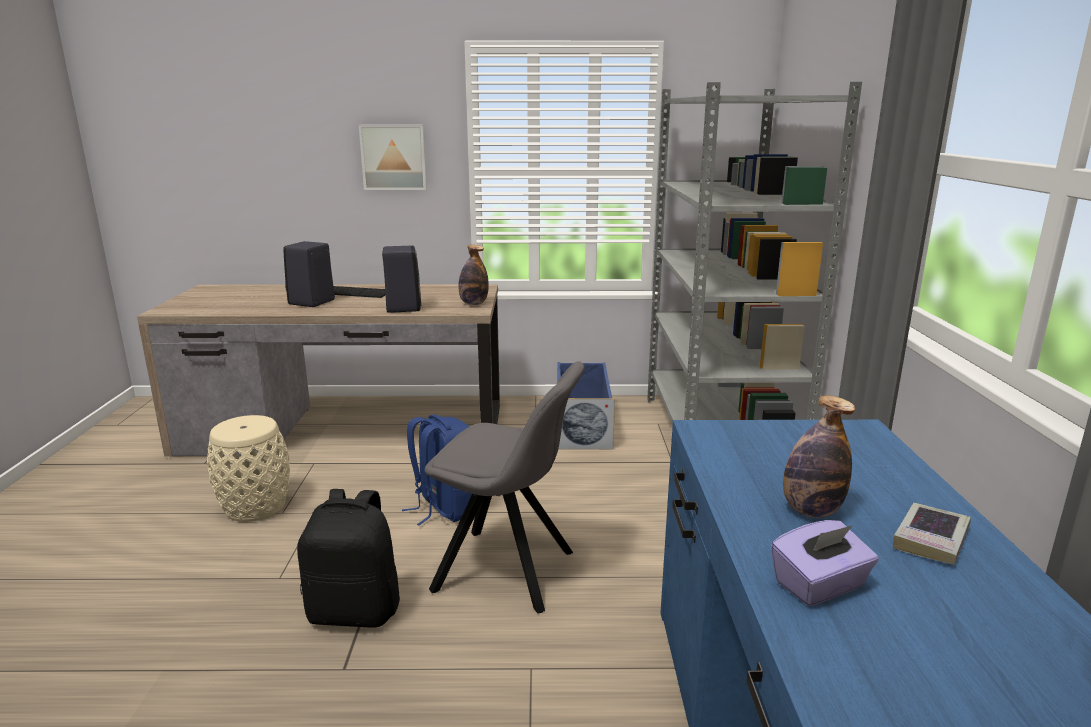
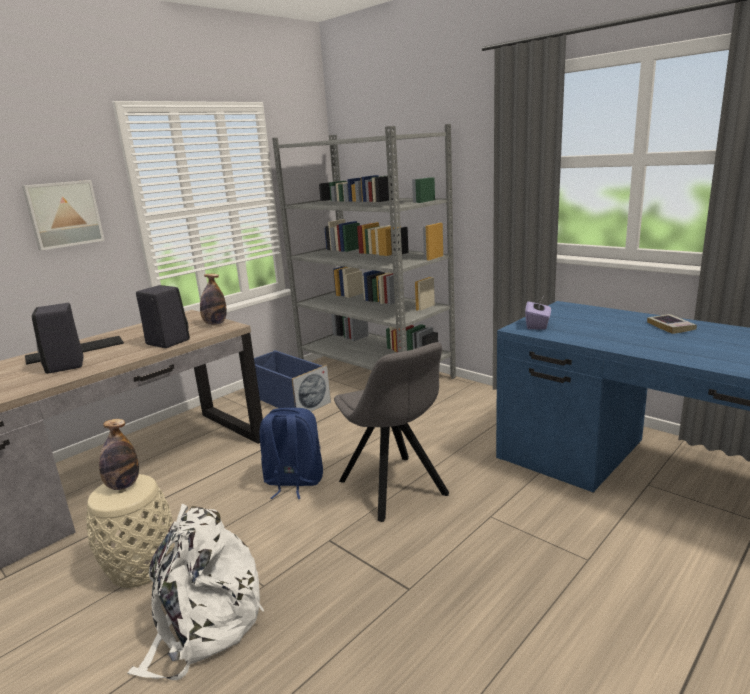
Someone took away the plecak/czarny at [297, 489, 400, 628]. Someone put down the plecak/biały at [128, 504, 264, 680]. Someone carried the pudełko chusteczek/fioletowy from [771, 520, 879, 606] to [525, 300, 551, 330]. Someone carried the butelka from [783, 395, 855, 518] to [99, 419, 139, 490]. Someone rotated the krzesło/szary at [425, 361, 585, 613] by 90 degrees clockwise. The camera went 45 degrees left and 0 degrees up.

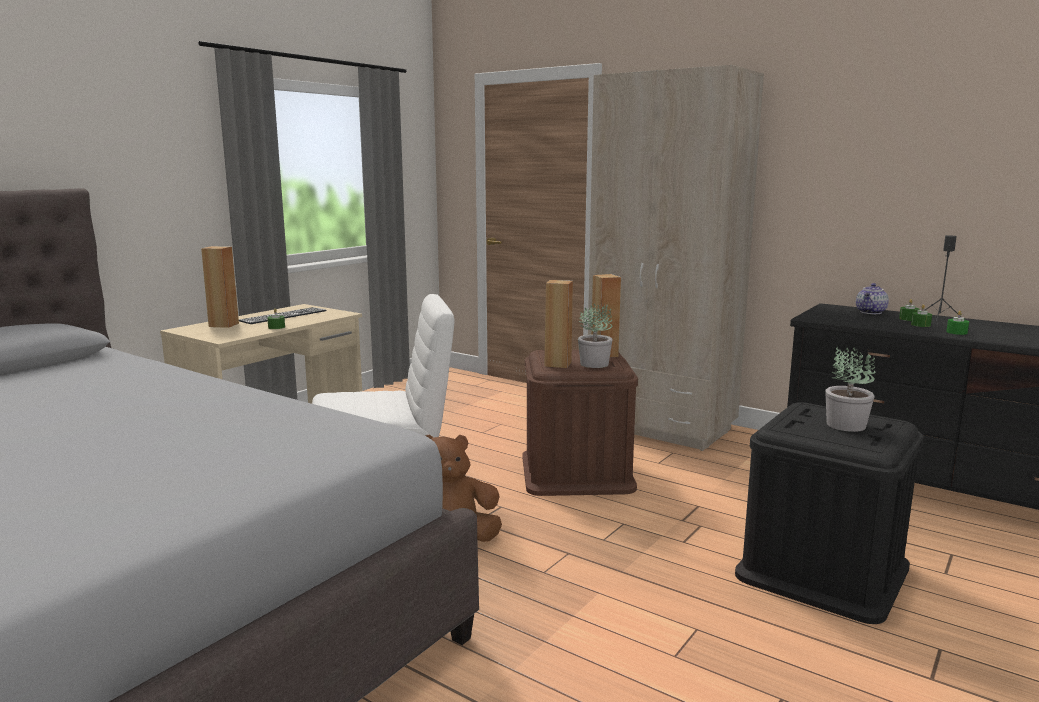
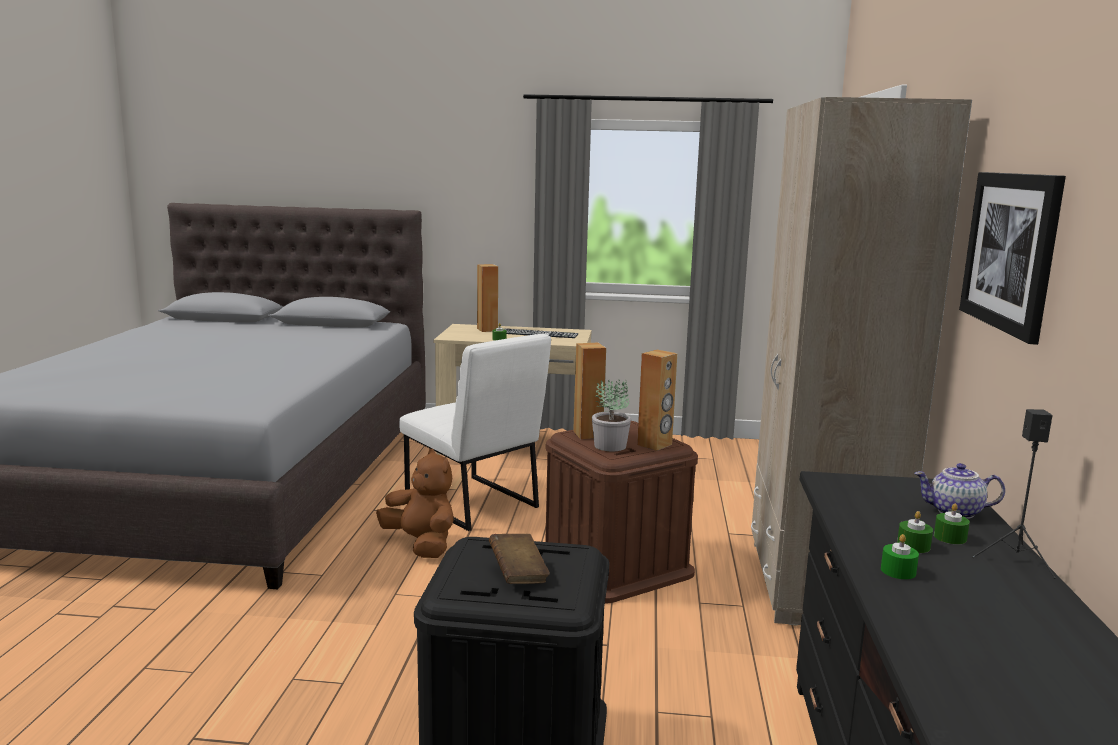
Someone put up the obraz at [959, 172, 1066, 345]. Someone swapped the roślina doniczkowa at [825, 348, 875, 432] for the książka/brązowy at [489, 534, 550, 584]. The camera went 60 degrees right and 0 degrees up.

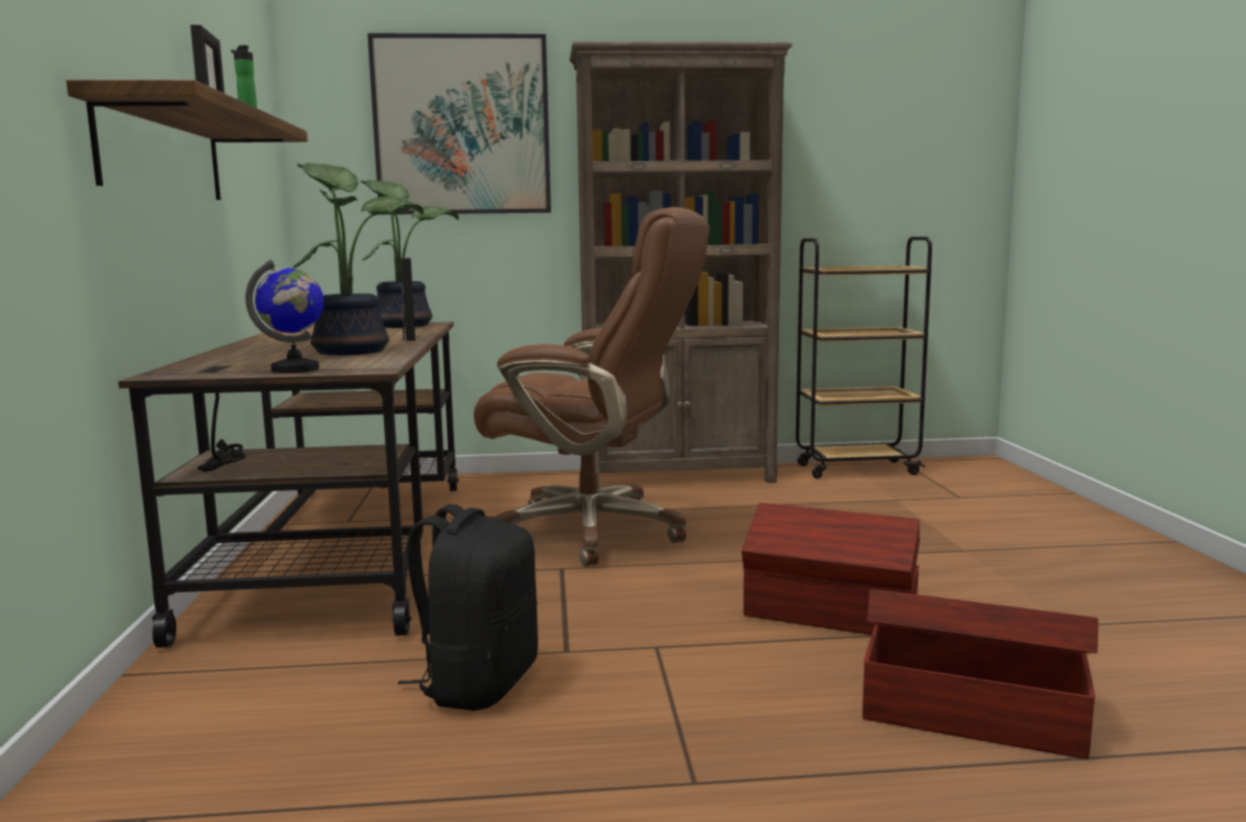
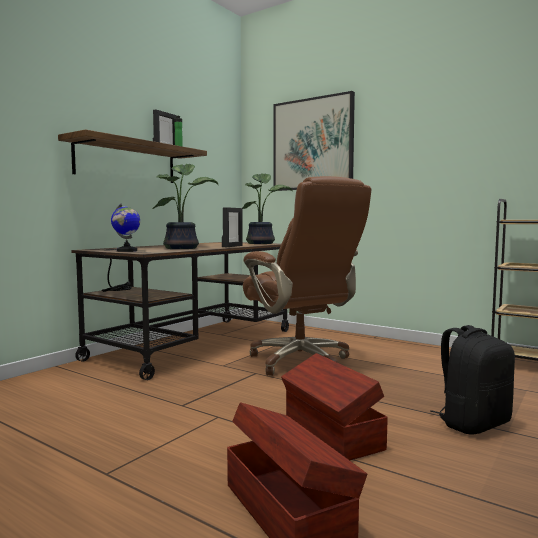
Someone took away the regał/brązowy at [570, 41, 792, 487]. Someone carried the plecak/czarny from [398, 504, 538, 711] to [430, 325, 515, 435]. The camera went 40 degrees right and 5 degrees down.

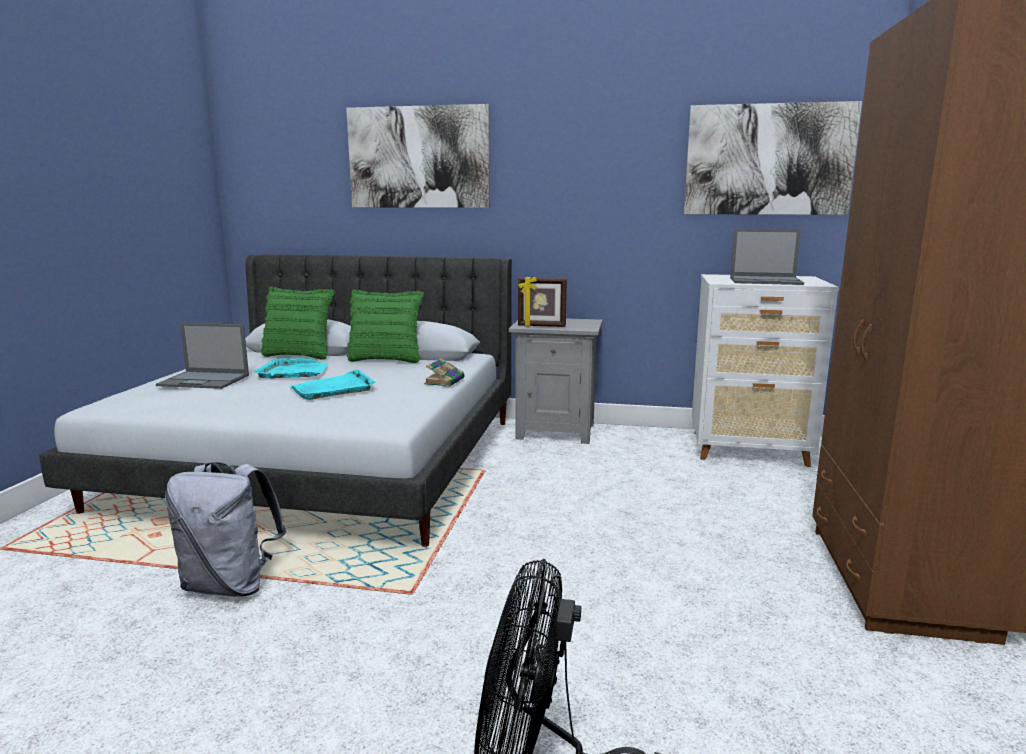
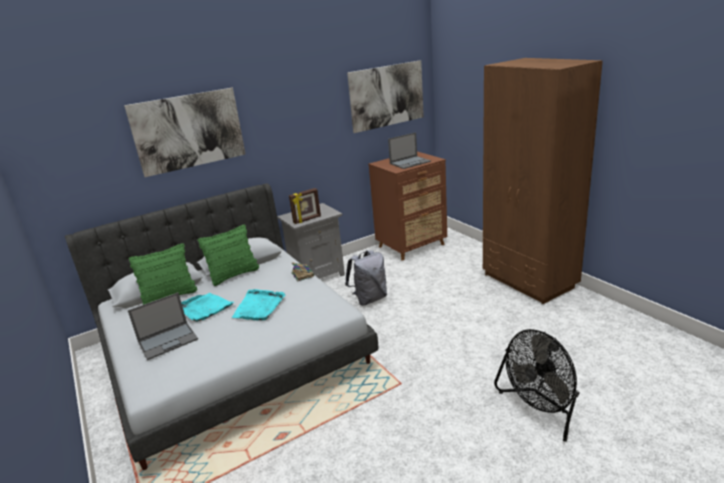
Someone carried the plecak/szary from [165, 462, 286, 596] to [345, 250, 387, 306]. Someone repainted the komoda/biały at [692, 274, 839, 467], which became the komoda/brązowy at [368, 151, 447, 261]. The camera went 40 degrees left and 10 degrees up.

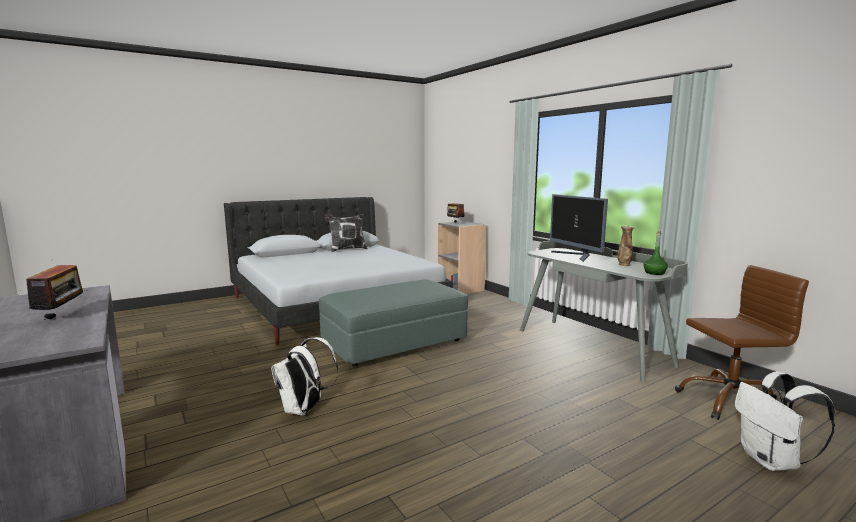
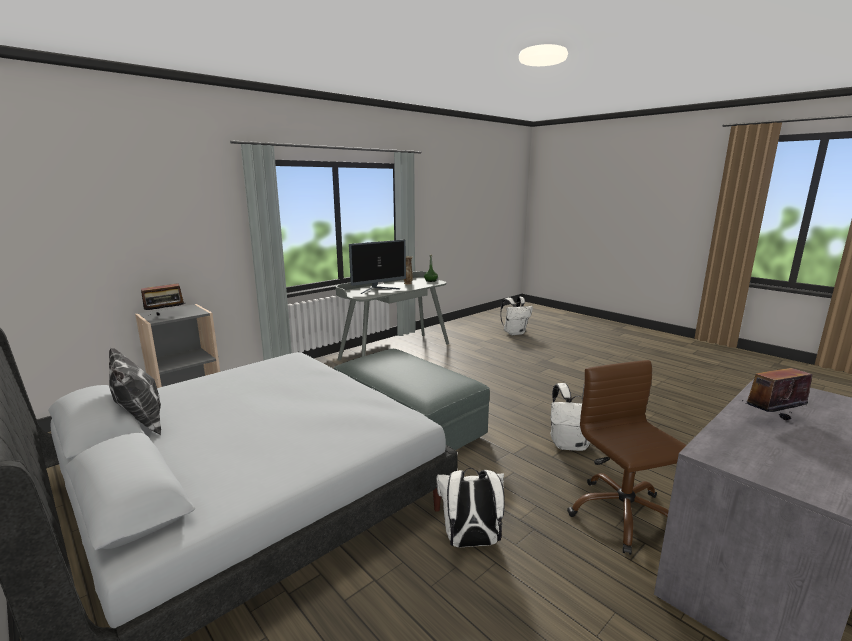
Someone put down the plecak/biały at [436, 468, 505, 547]. Someone carried the krzesło biurowe/brązowy from [675, 265, 809, 420] to [567, 360, 687, 555]. The camera went 100 degrees left and 5 degrees up.

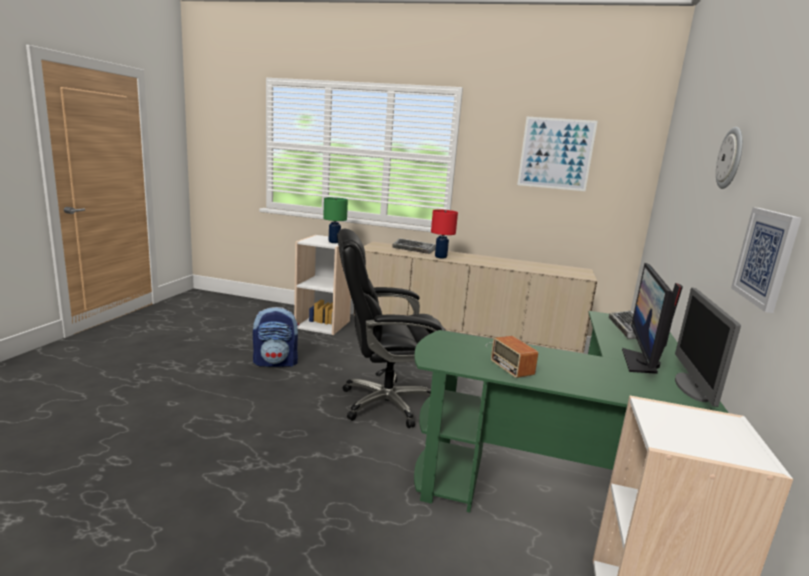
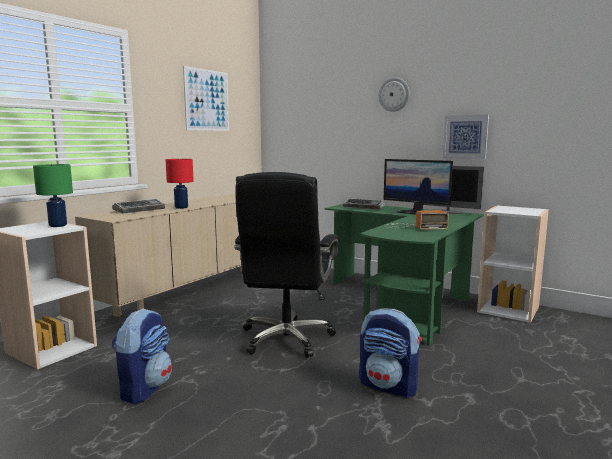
Someone put down the plecak at [359, 308, 422, 398]. The camera went 70 degrees left and 5 degrees down.

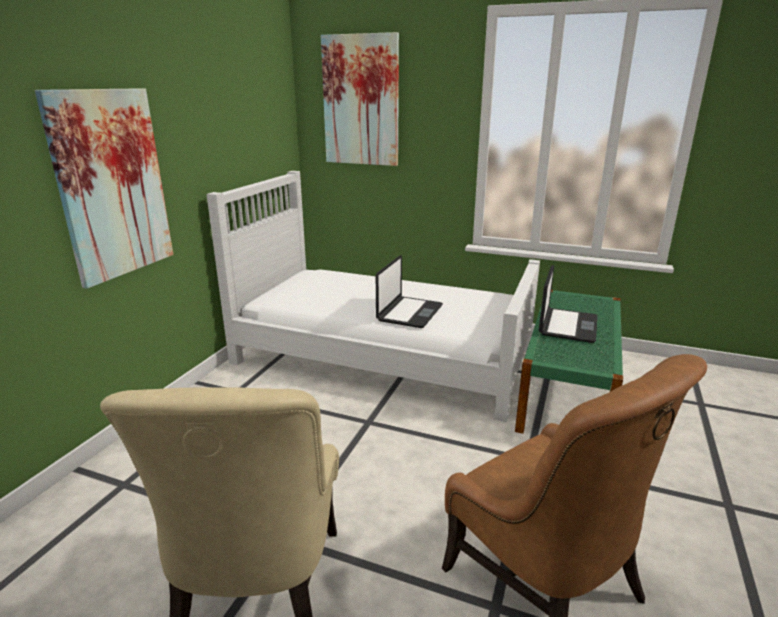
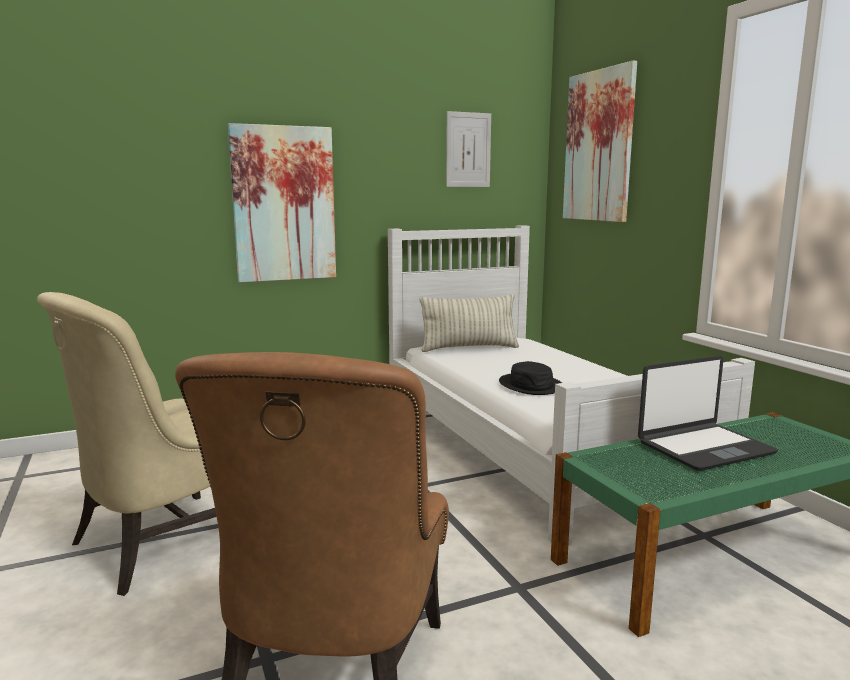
Someone put down the poduszka at [419, 294, 519, 352]. Someone put up the obraz at [446, 111, 491, 187]. Someone swapped the laptop at [376, 255, 443, 328] for the kapelusz/czarny at [499, 361, 562, 395]. The camera went 45 degrees right and 10 degrees down.

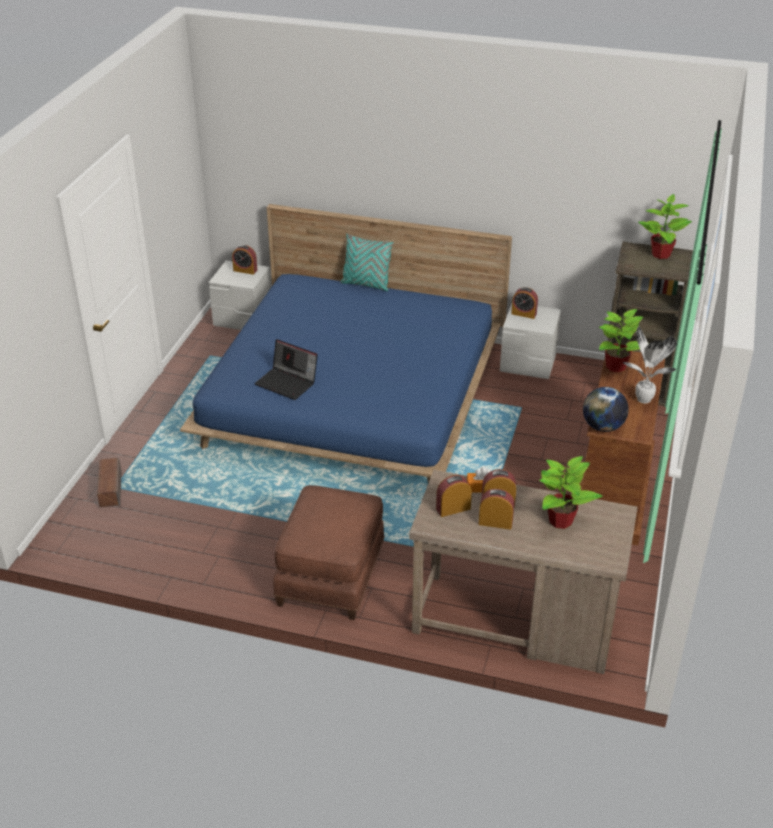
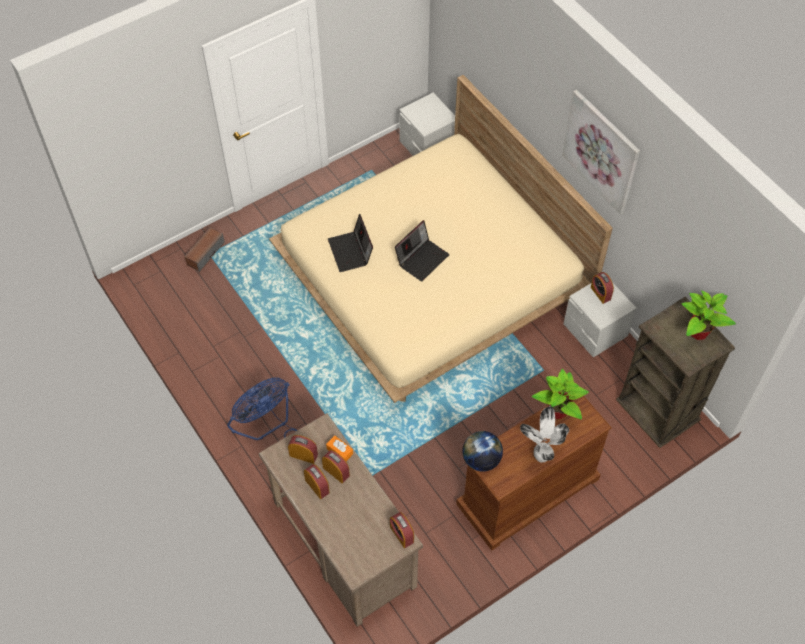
Someone took away the poduszka/turkusowy at [340, 233, 394, 291]. Someone took away the roślina doniczkowa at [539, 456, 602, 529]. Someone put down the laptop at [395, 220, 450, 281]. Someone put up the obraz at [562, 90, 640, 215]. Someone carried the budzik from [232, 245, 257, 275] to [390, 512, 414, 548]. Someone swapped the pufa/brązowy at [274, 485, 385, 620] for the wentylator/niebieski at [227, 377, 297, 440]. Someone repainted the łóżko/niebieski at [180, 204, 512, 483], which became the łóżko/beżowy at [269, 75, 613, 403]. The camera went 40 degrees right and 20 degrees up.

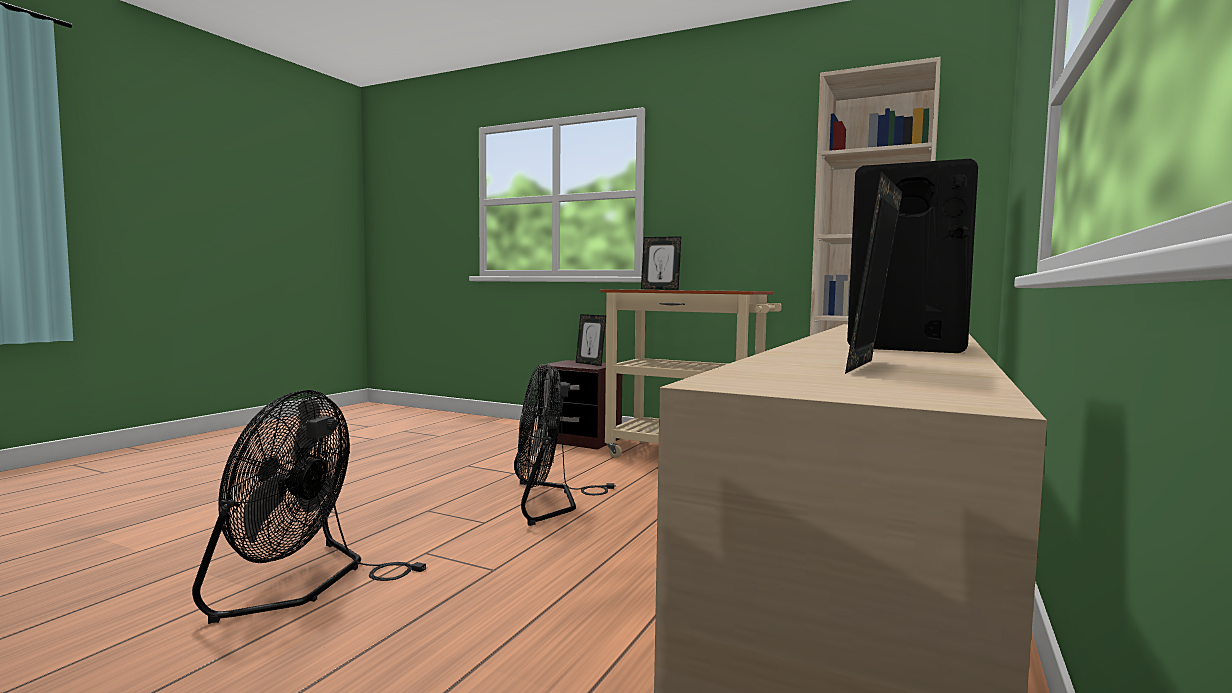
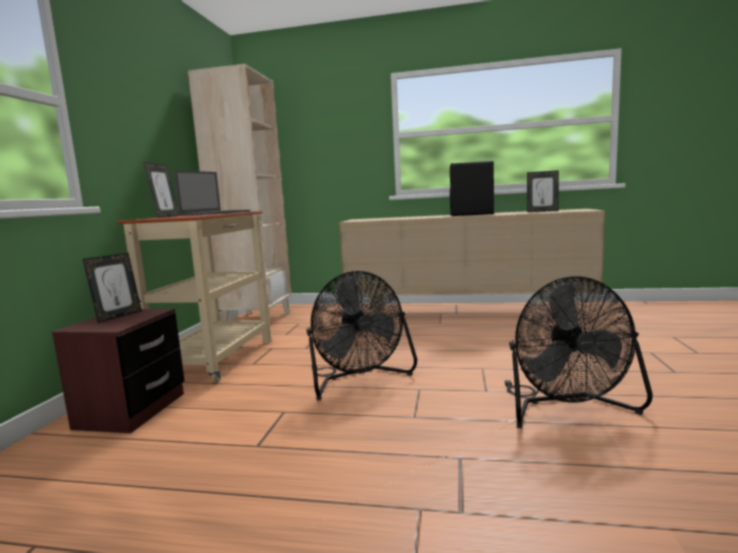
Someone put down the laptop at [174, 170, 250, 216]. The camera went 105 degrees left and 5 degrees up.

